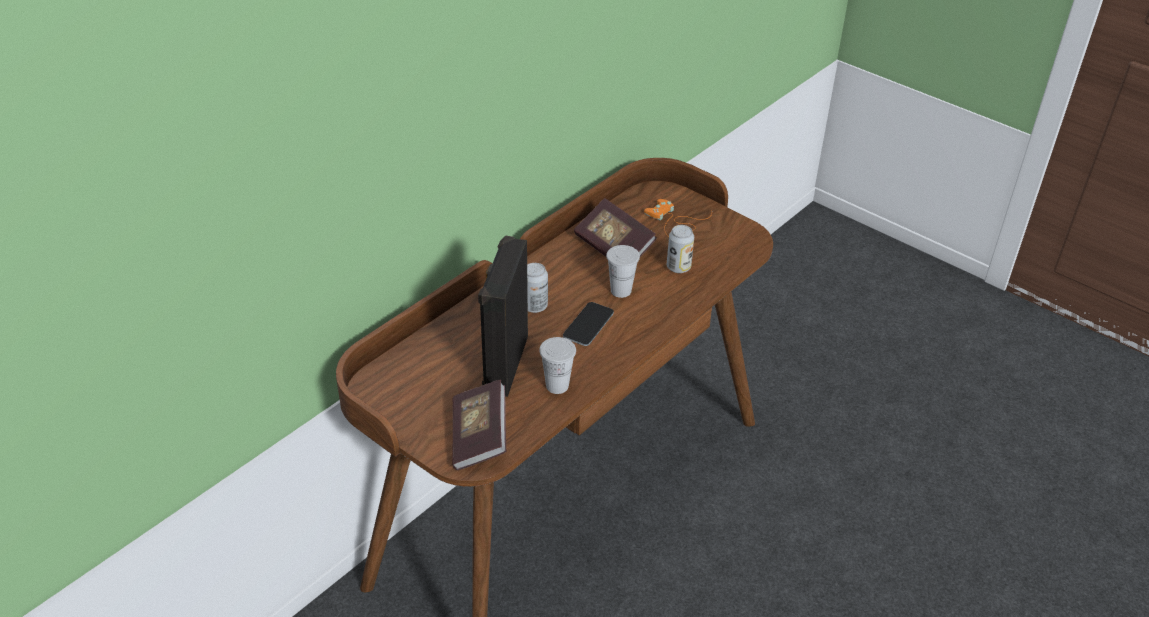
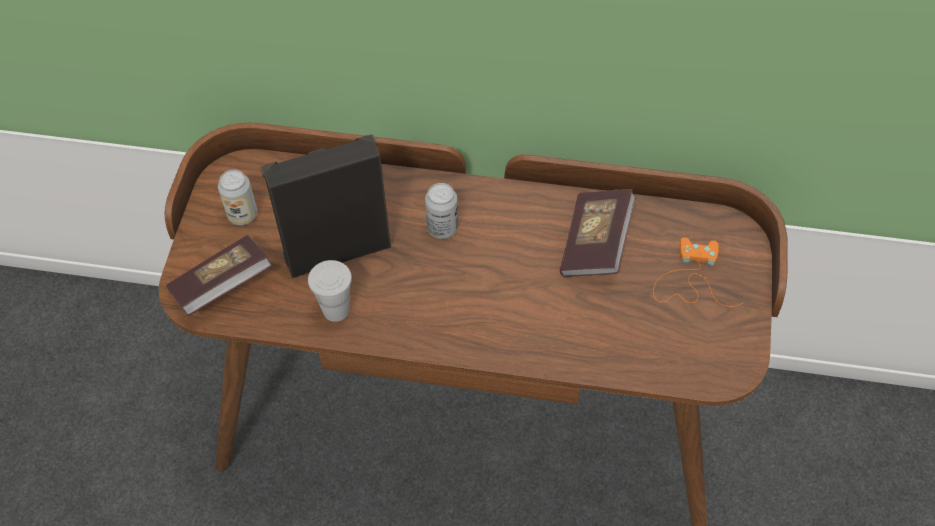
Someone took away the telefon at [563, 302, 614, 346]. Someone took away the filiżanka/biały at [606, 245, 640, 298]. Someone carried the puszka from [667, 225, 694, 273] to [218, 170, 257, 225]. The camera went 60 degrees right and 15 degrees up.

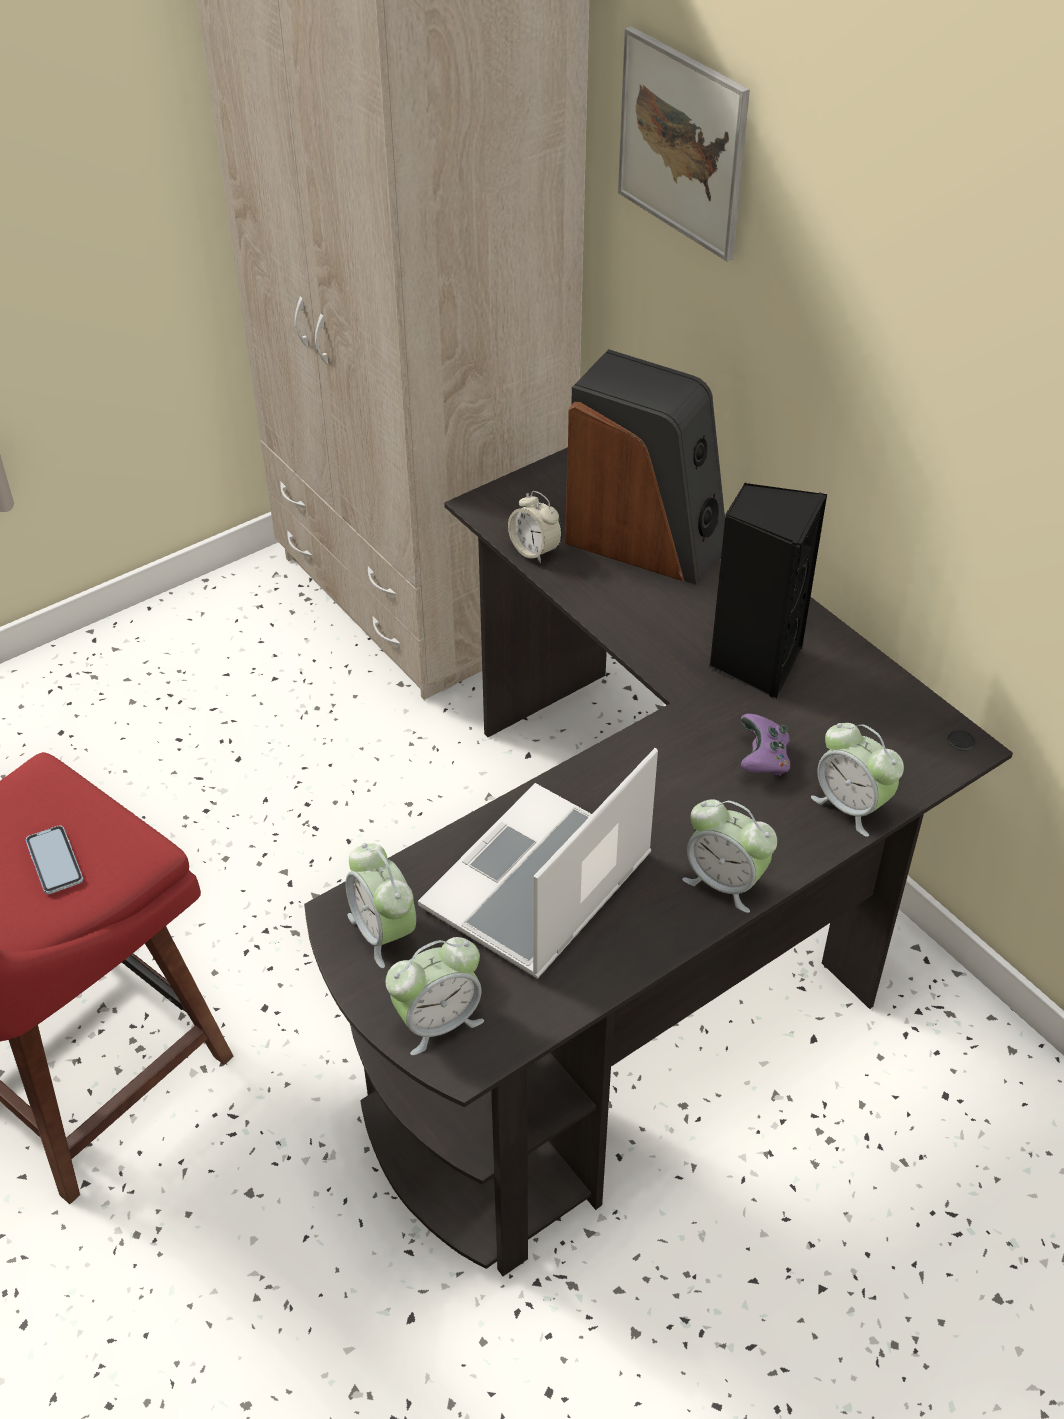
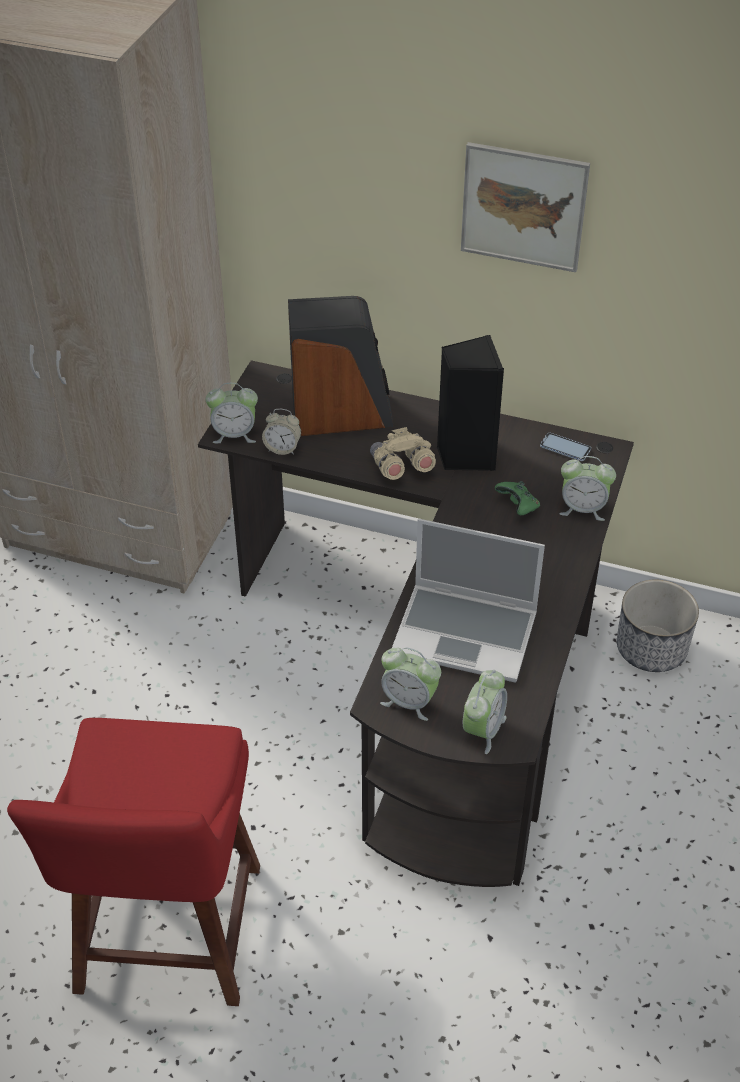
Someone put down the lornetka/beżowy at [370, 427, 436, 480]. Someone put down the donica at [617, 580, 699, 672]. Someone carried the telefon from [26, 826, 83, 894] to [540, 433, 591, 461]. Someone carried the obraz from [618, 26, 750, 262] to [461, 142, 590, 272]. Someone carried the budzik from [682, 799, 777, 913] to [205, 383, 258, 443]. Someone repainted the pad do gier/fioletowy at [741, 714, 790, 776], which became the pad do gier/zielony at [495, 481, 540, 515]. Someone rotated the laptop at [418, 748, 658, 979] by 75 degrees counterclockwise. The camera went 35 degrees left and 0 degrees up.

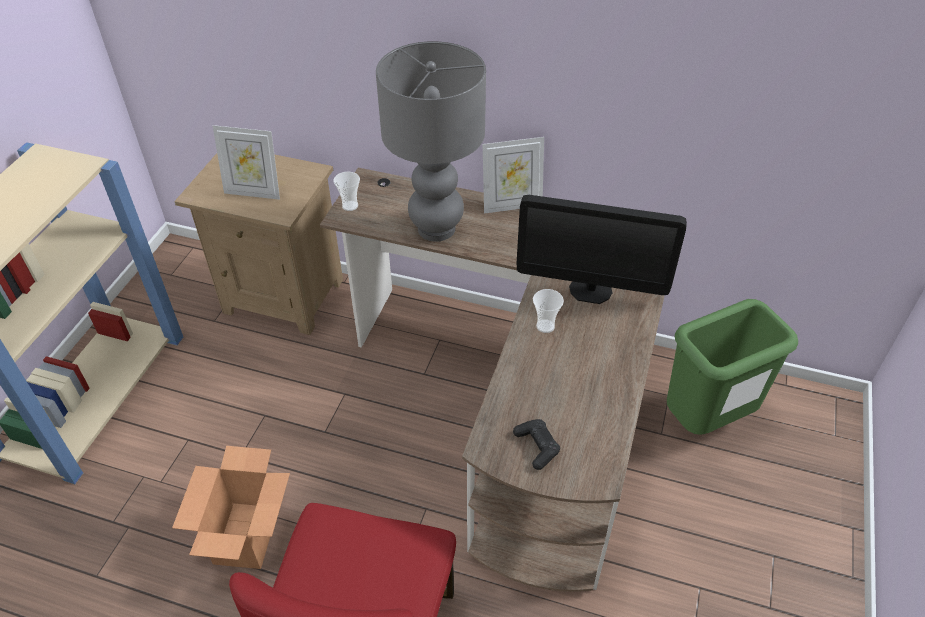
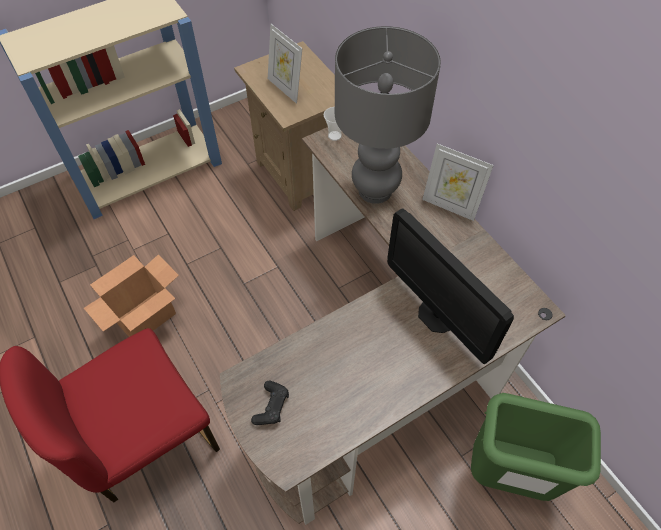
Someone took away the filiżanka at [533, 289, 564, 333]. The camera went 40 degrees right and 10 degrees up.

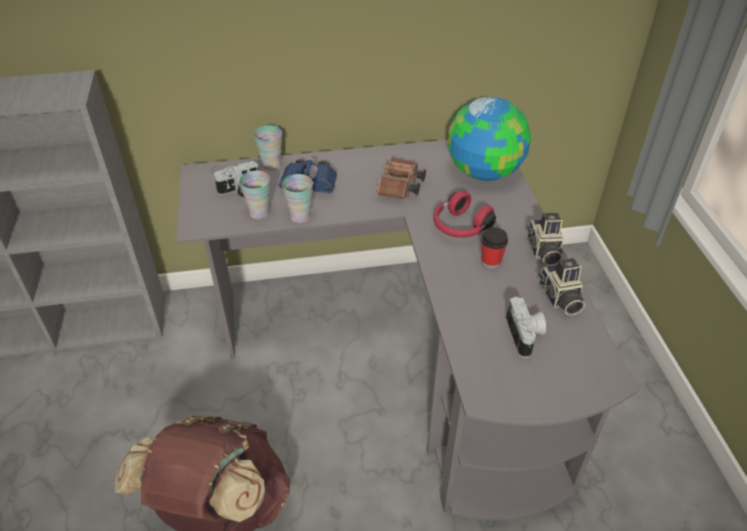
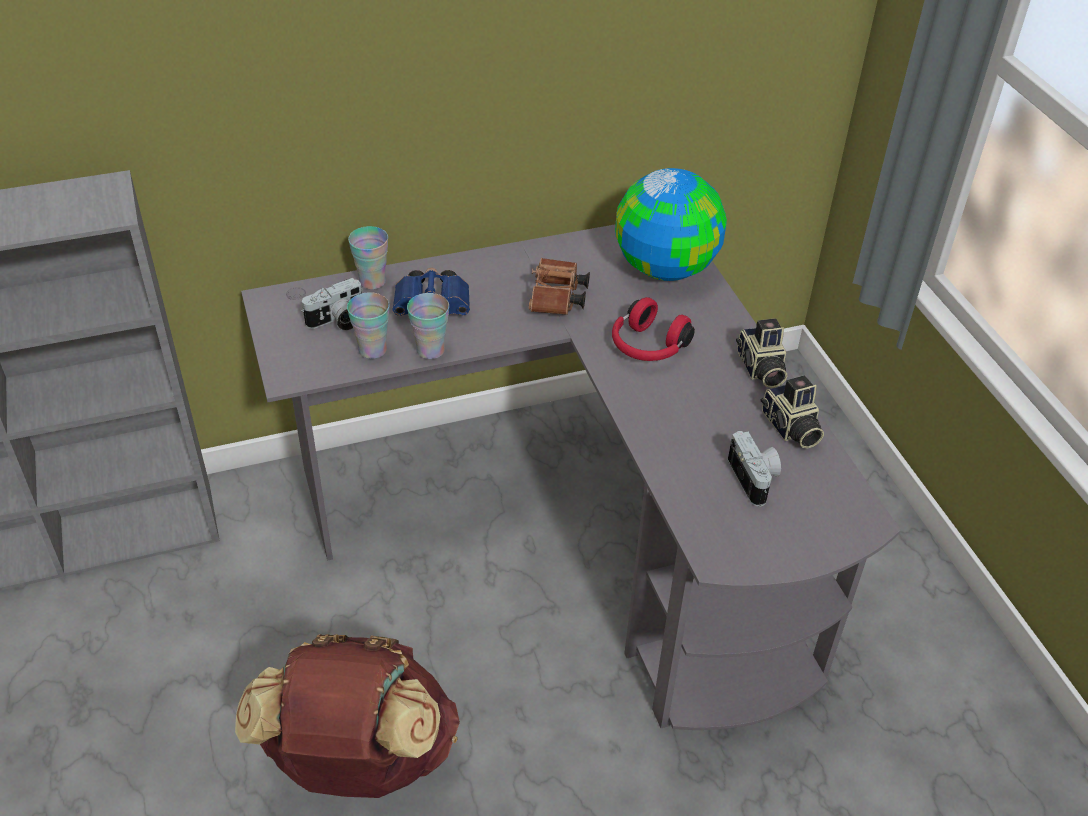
Someone took away the filiżanka at [481, 227, 508, 269]. The camera went 10 degrees left and 0 degrees up.

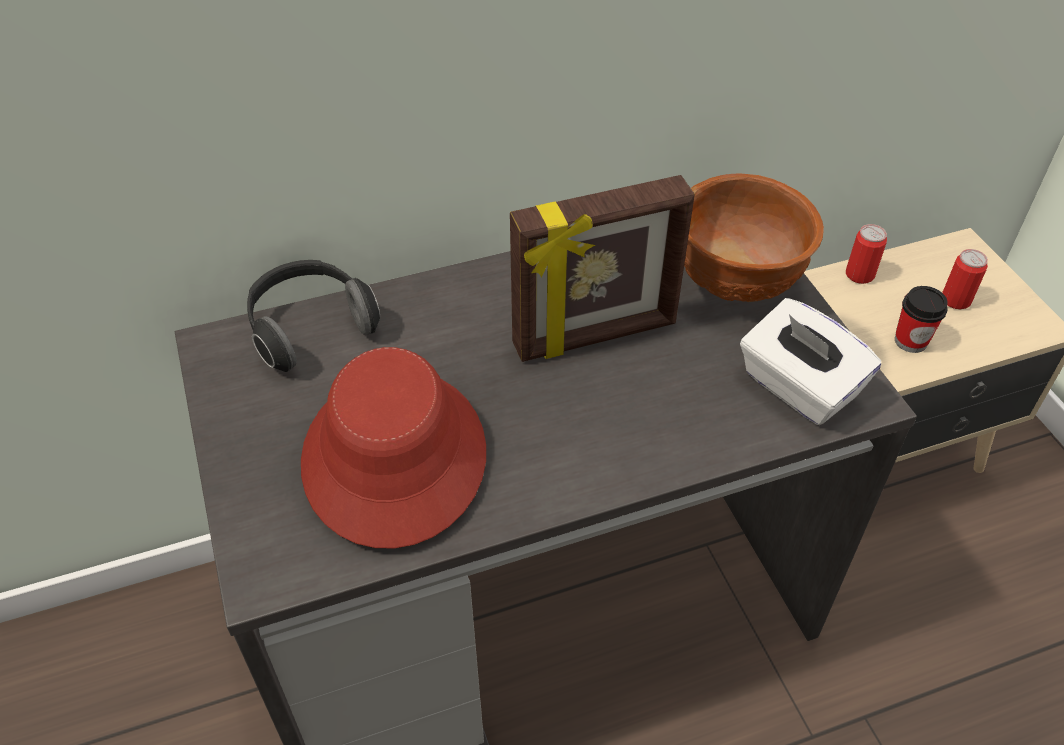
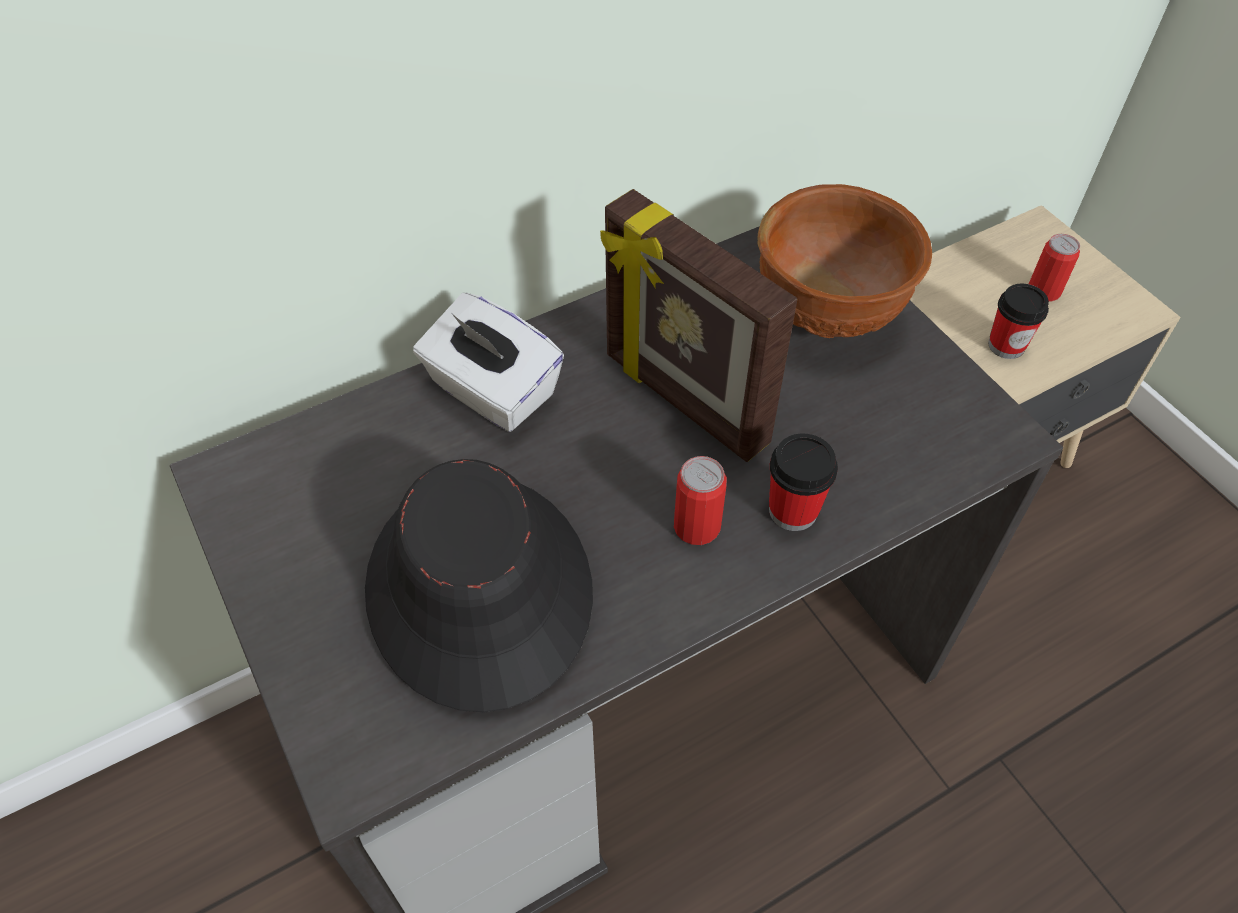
Someone took away the słuchawki at [247, 260, 380, 372]. Someone put down the filiżanka at [769, 433, 838, 531]. Someone carried the pudełko chusteczek/biały from [740, 298, 881, 425] to [413, 293, 564, 432]. Someone carried the puszka from [846, 224, 887, 284] to [674, 456, 727, 545]. Someone repainted the kapelusz/czerwony at [301, 347, 486, 548], which became the kapelusz/czarny at [365, 459, 593, 712]. Someone rotated the ramka na zdjęcie at [510, 175, 695, 362] by 75 degrees clockwise. The camera went 10 degrees left and 5 degrees up.

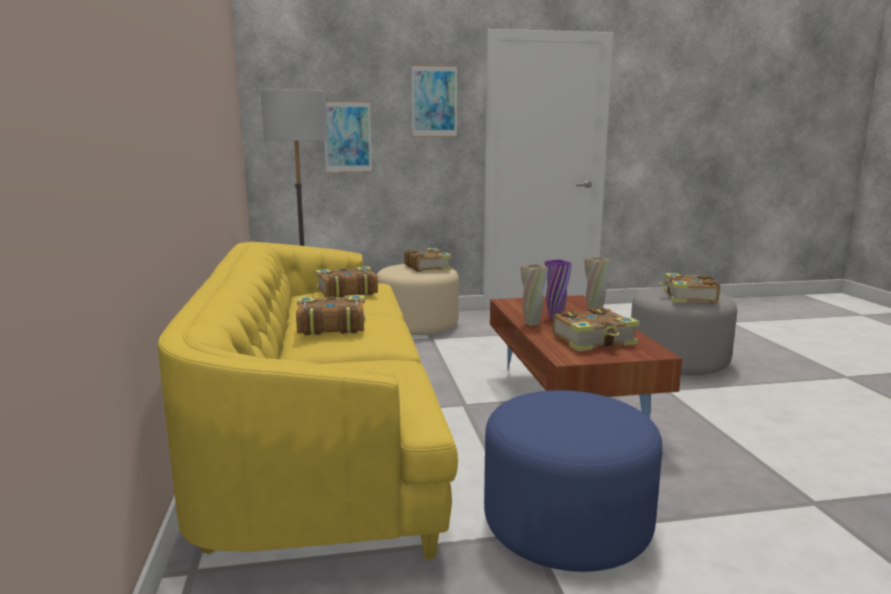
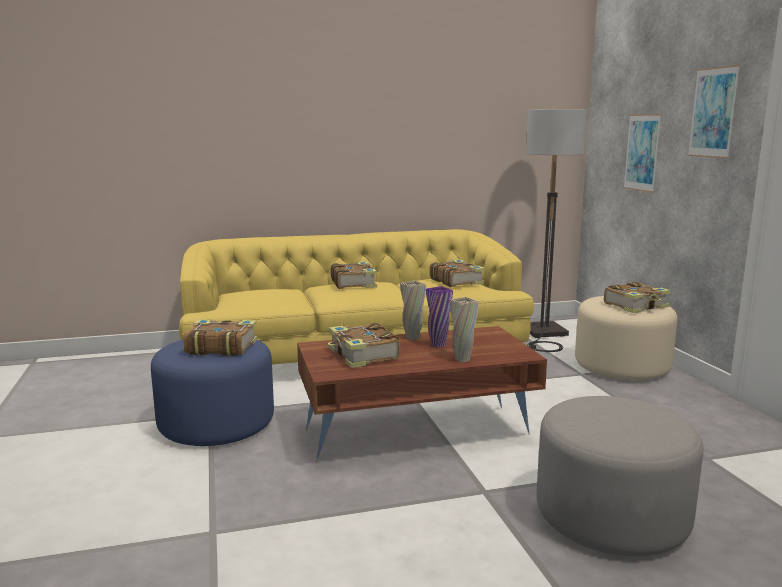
Someone carried the książka from [659, 273, 720, 303] to [183, 319, 257, 356]. The camera went 85 degrees right and 0 degrees up.

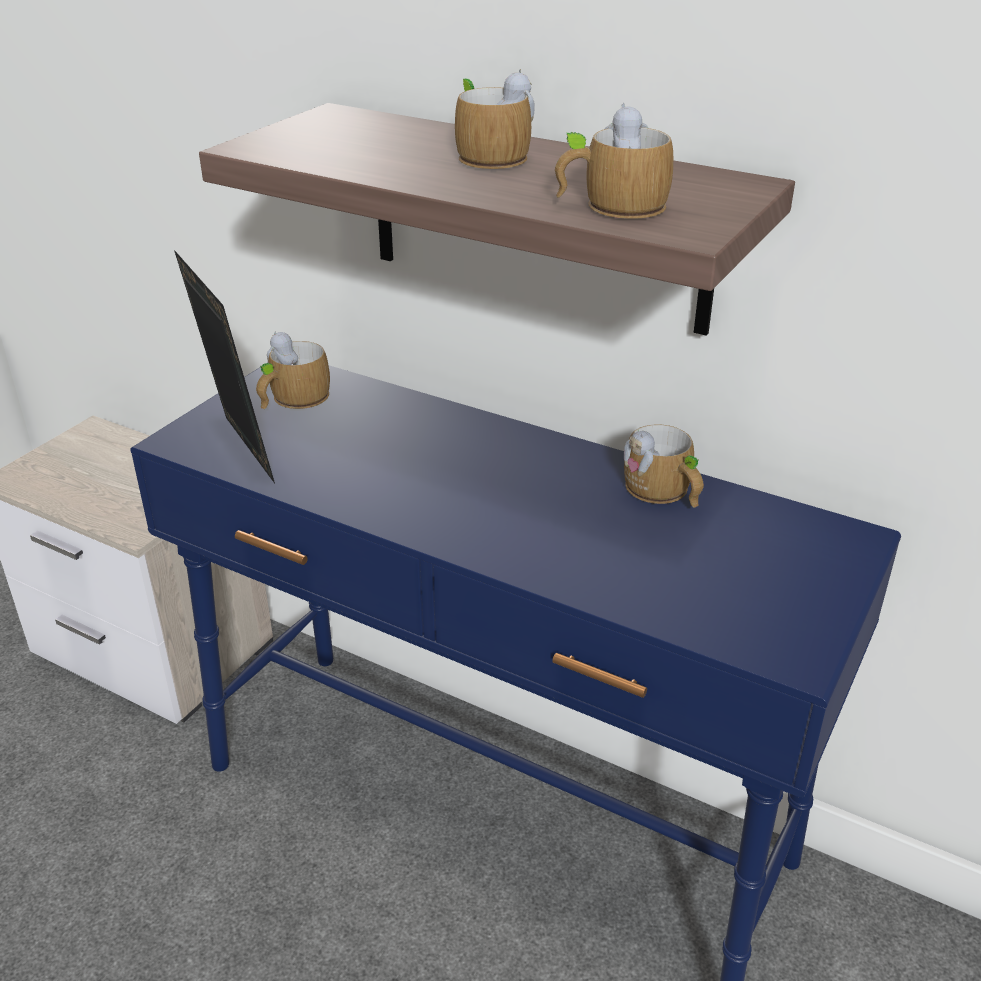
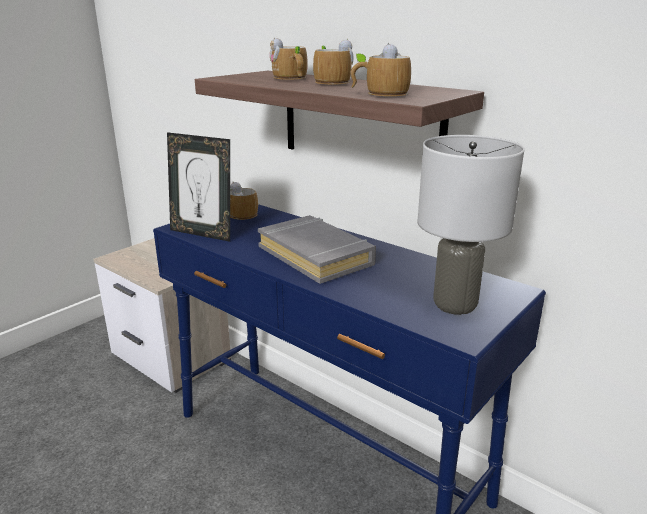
Someone put down the książka/szary at [258, 215, 376, 284]. Someone put down the lampa stołowa/biały at [417, 135, 525, 315]. Someone carried the kubek from [624, 424, 704, 508] to [270, 37, 308, 80]. Someone rotated the ramka na zdjęcie at [174, 250, 275, 483] by 135 degrees clockwise. The camera went 10 degrees right and 10 degrees down.

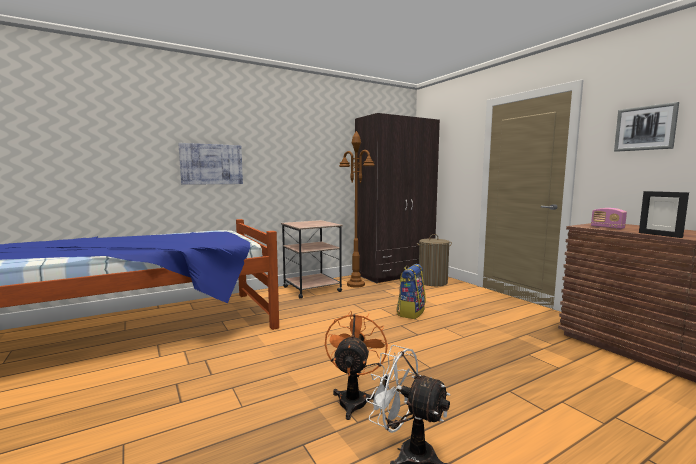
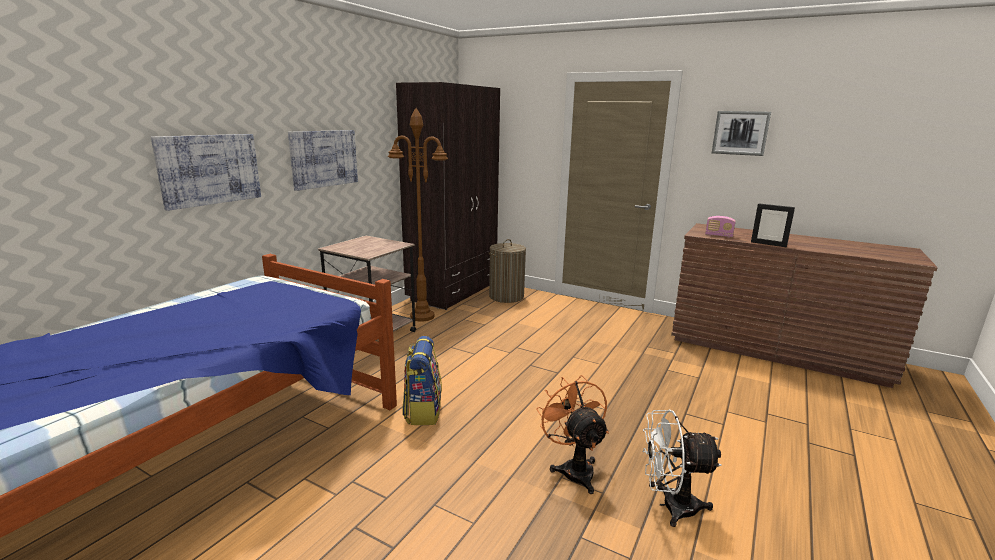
Someone put up the obraz at [288, 130, 358, 191]. Someone carried the plecak from [396, 264, 426, 319] to [402, 336, 442, 425]. The camera went 30 degrees left and 10 degrees up.

